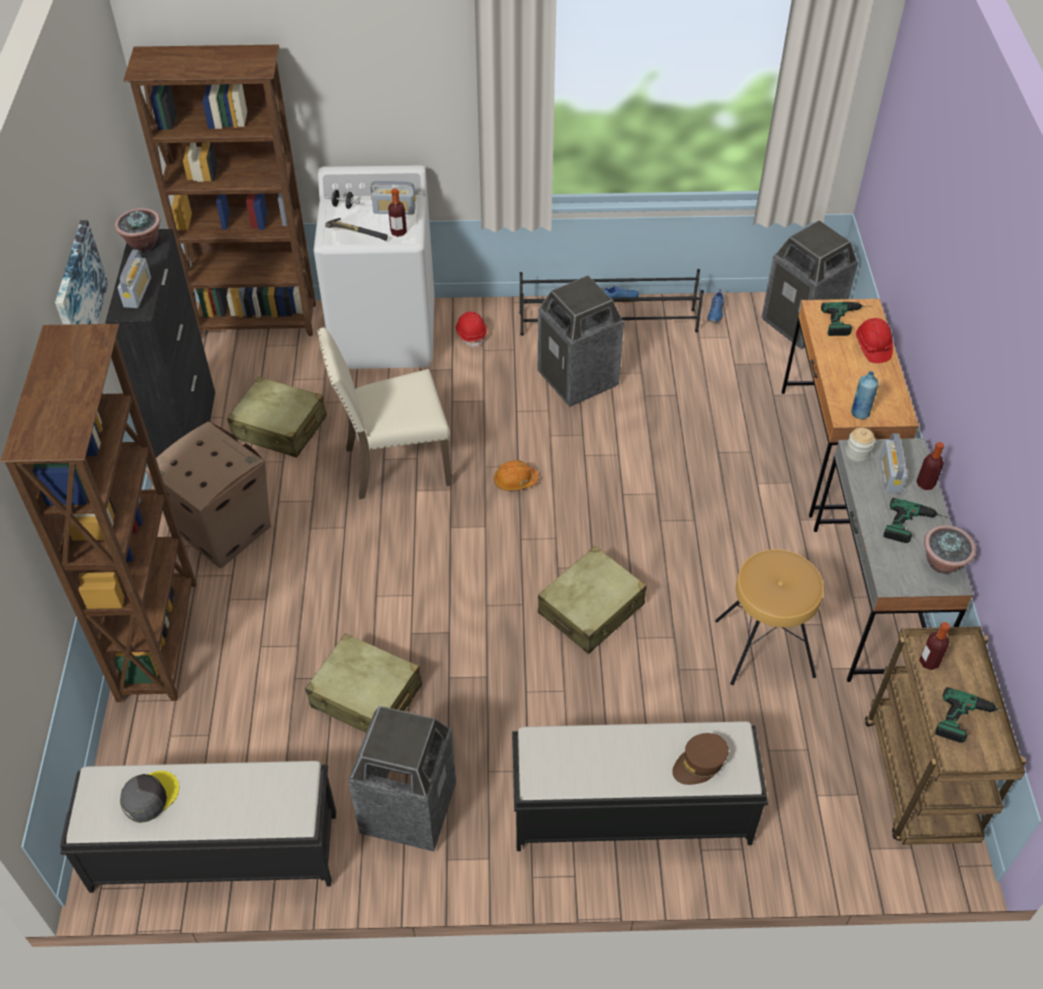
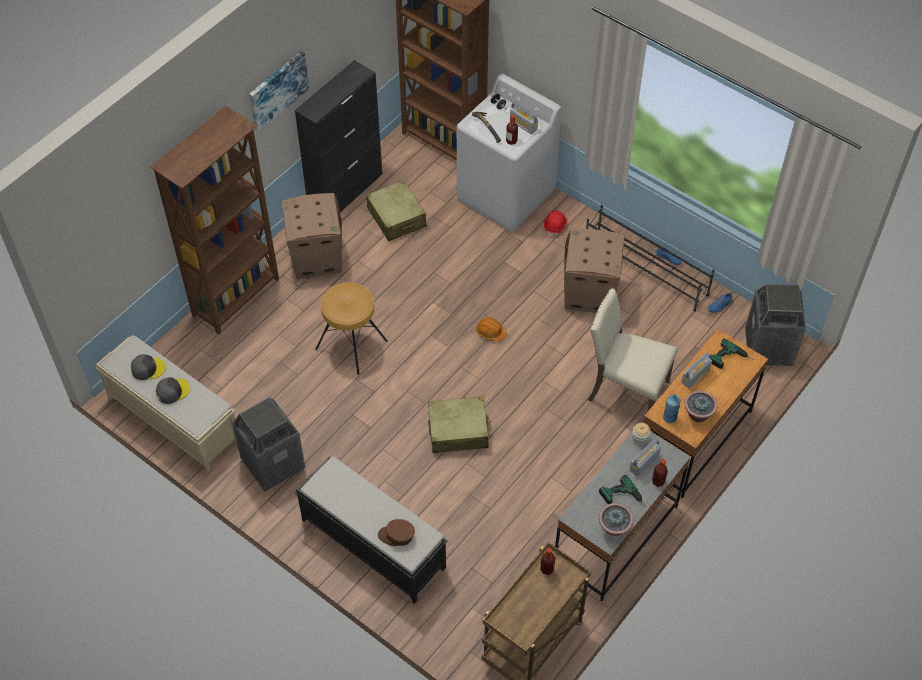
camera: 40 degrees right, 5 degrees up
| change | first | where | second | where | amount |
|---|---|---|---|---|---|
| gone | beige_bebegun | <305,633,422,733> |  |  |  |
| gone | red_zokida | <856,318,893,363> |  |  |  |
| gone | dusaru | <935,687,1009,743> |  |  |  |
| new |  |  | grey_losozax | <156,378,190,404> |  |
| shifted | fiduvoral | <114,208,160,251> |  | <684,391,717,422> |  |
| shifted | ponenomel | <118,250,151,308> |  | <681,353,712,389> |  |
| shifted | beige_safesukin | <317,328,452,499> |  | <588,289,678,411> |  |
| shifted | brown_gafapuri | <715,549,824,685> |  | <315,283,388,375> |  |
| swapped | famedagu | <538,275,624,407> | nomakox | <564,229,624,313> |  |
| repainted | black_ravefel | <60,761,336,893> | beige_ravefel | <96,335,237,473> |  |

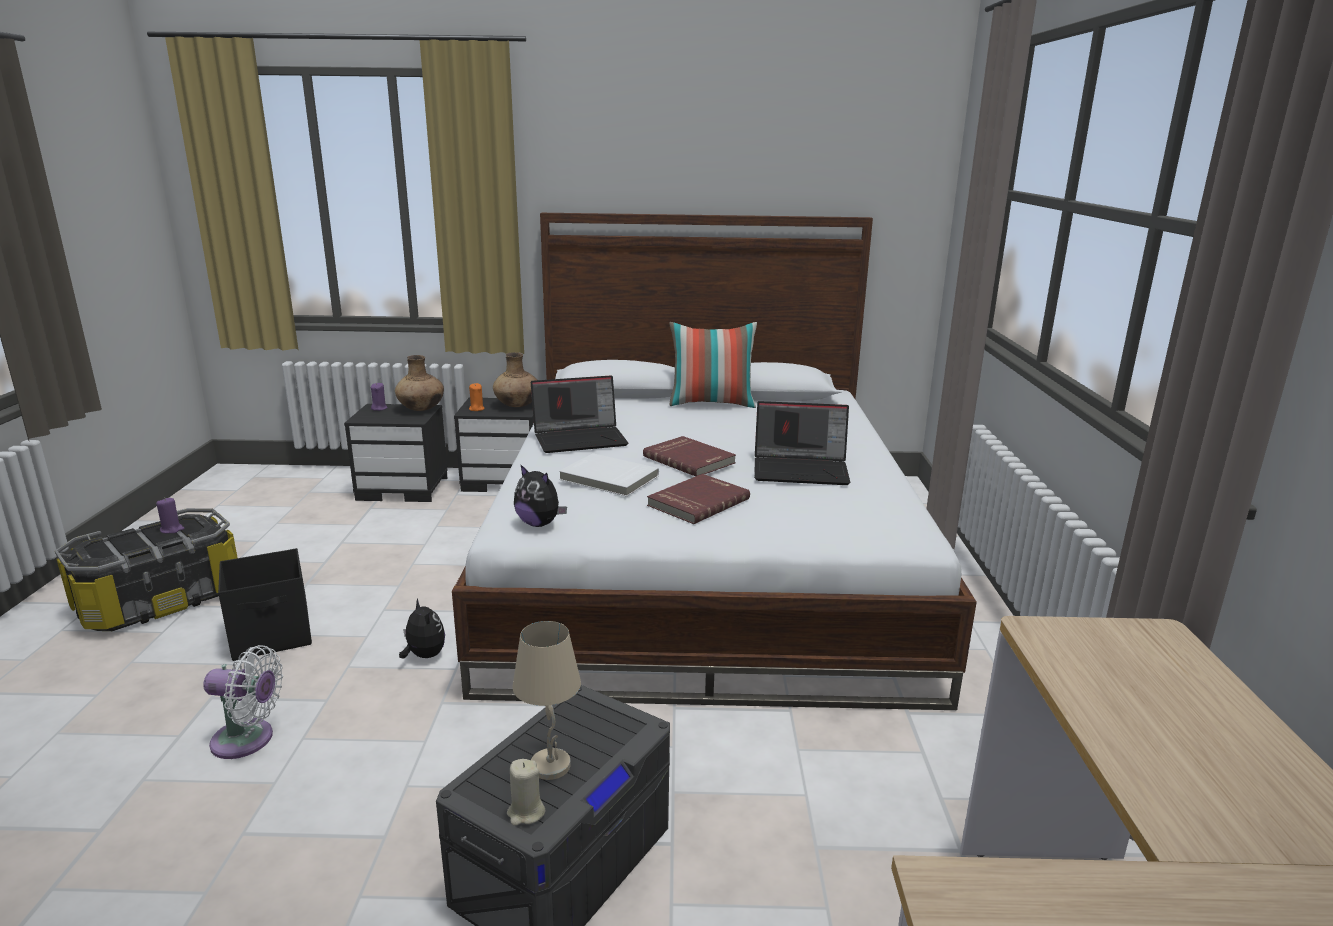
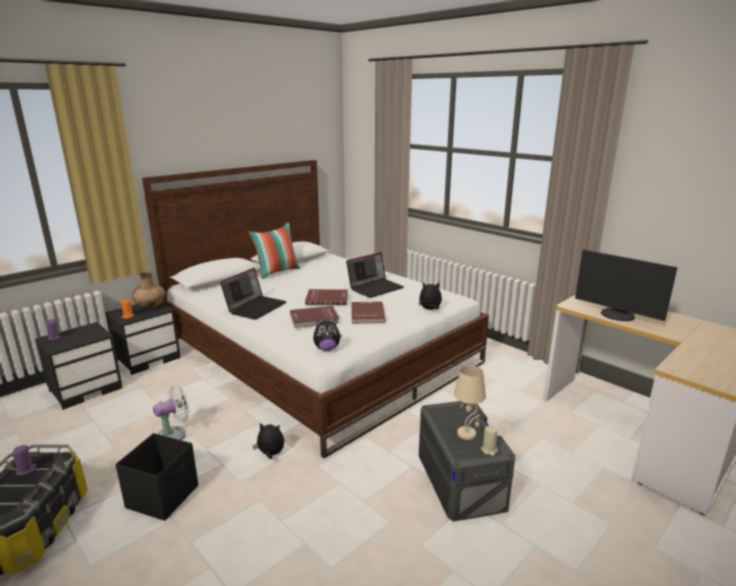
camera: 45 degrees left, 0 degrees up
| change | first | where | second | where | amount |
|---|---|---|---|---|---|
| gone | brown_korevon | <395,355,444,411> |  |  |  |
| new |  |  | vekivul | <419,282,442,310> |  |
| new |  |  | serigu | <575,249,678,321> |  |
| shifted | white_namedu | <203,645,283,759> |  | <153,385,190,441> |  |
| repainted | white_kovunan | <559,453,659,497> | red_kovunan | <290,306,339,328> |  |

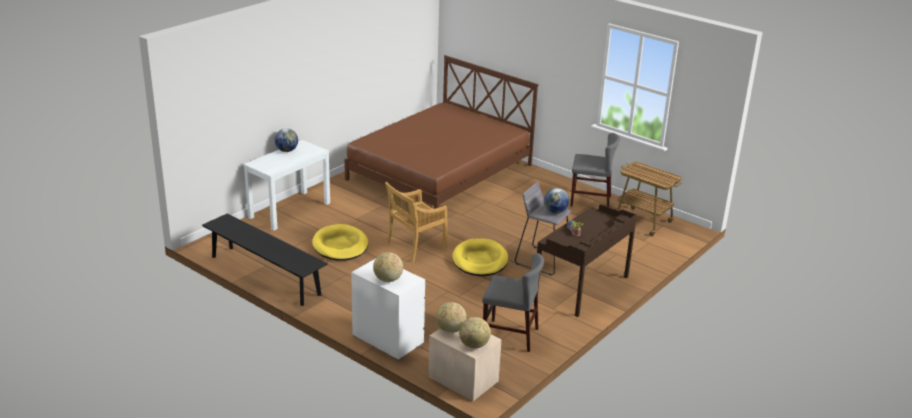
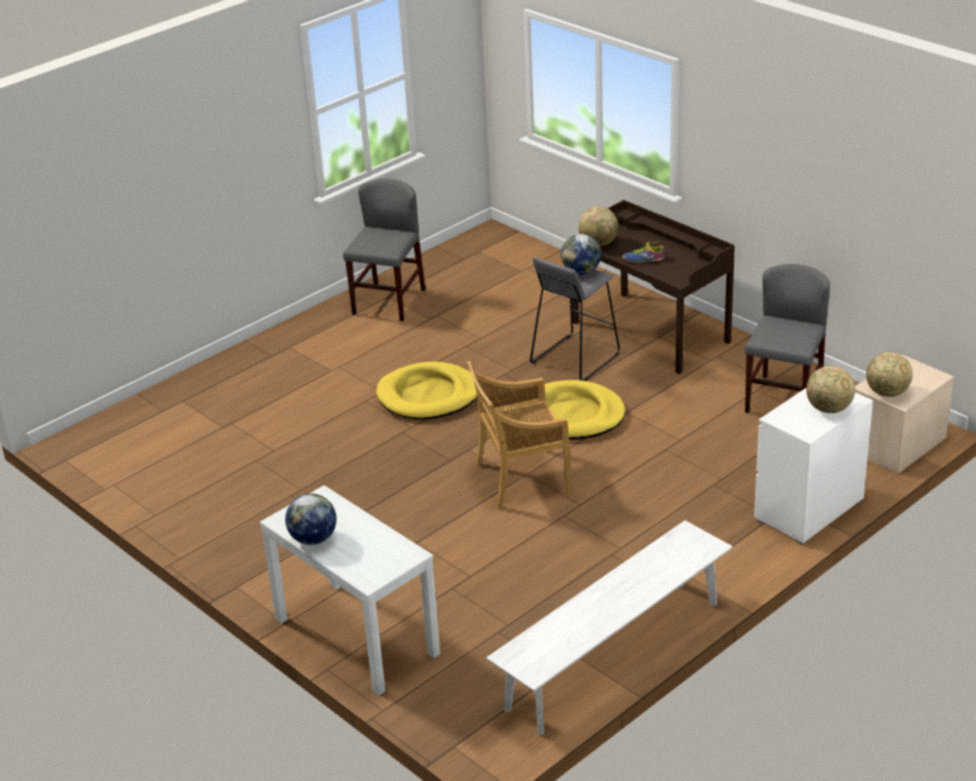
camera: 80 degrees left, 5 degrees up
| change | first | where | second | where | amount |
|---|---|---|---|---|---|
| gone | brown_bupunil | <344,55,539,209> |  |  |  |
| gone | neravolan | <617,162,681,236> |  |  |  |
| shifted | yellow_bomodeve | <312,224,368,261> |  | <376,362,477,420> |  |
| shifted | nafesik | <459,317,491,348> |  | <578,206,618,246> |  |
| repainted | black_ravefel | <202,213,328,306> | white_ravefel | <486,520,733,735> |  |
| rotated | beige_safesukin | <385,182,448,262> |  | <467,361,572,509> | 105 degrees clockwise |

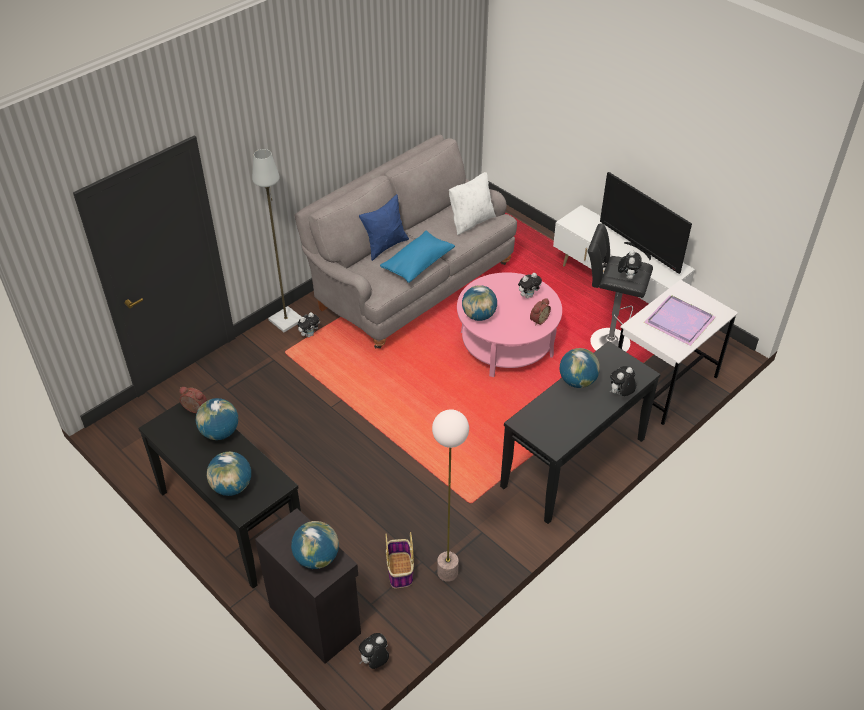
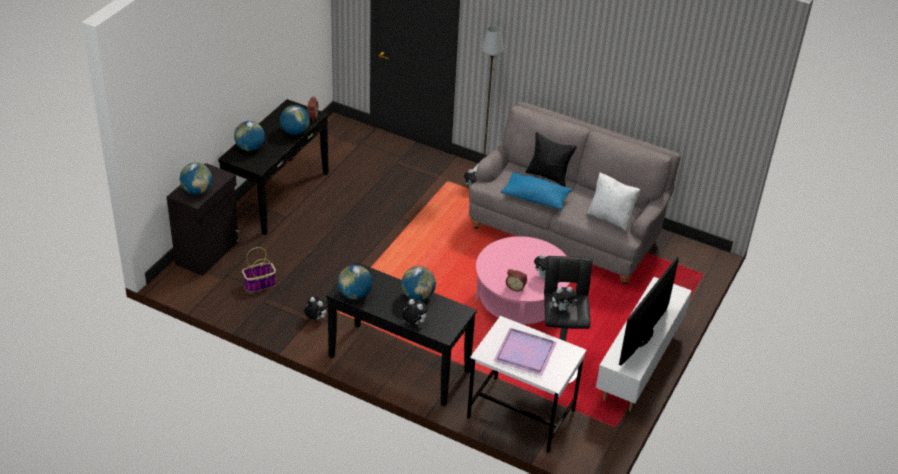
camera: 70 degrees right, 5 degrees down
| change | first | where | second | where | amount |
|---|---|---|---|---|---|
| gone | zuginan | <432,409,469,582> |  |  |  |
| shifted | vekivul | <359,633,389,669> |  | <304,297,327,320> |  |
| shifted | nafesik | <462,285,497,321> |  | <338,265,372,300> |  |
| repainted | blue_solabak | <359,194,409,261> | black_solabak | <525,132,577,187> |  |

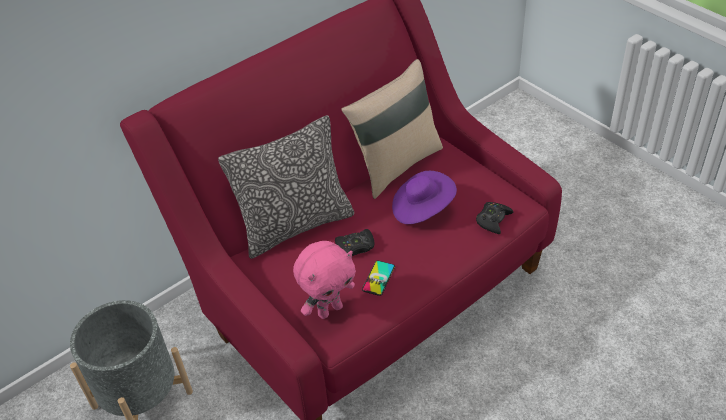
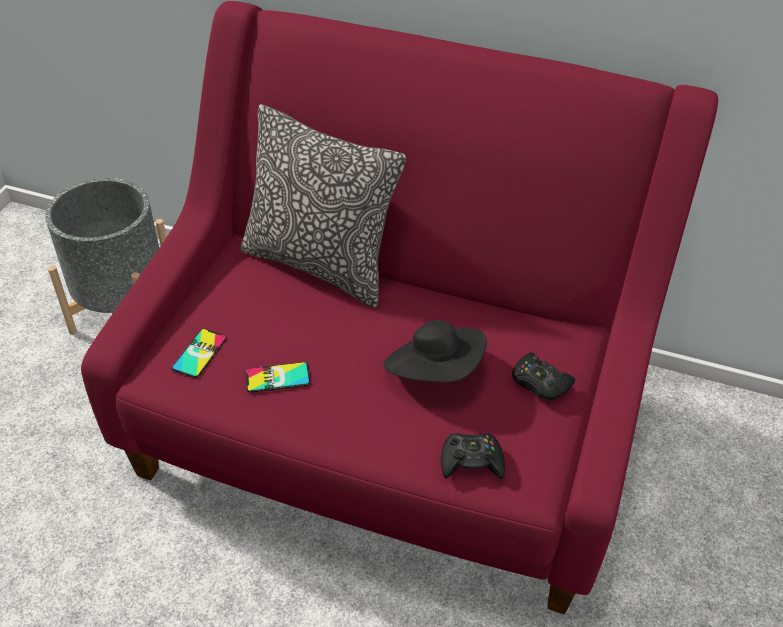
camera: 55 degrees right, 0 degrees up
| change | first | where | second | where | amount |
|---|---|---|---|---|---|
| gone | beige_solabak | <341,59,443,199> |  |  |  |
| shifted | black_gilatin | <335,229,374,256> |  | <512,352,575,400> |  |
| swapped | pink_vekivul | <293,241,356,319> | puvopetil | <171,329,227,378> |  |
| repainted | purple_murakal | <392,171,457,224> | black_murakal | <383,320,487,383> |  |

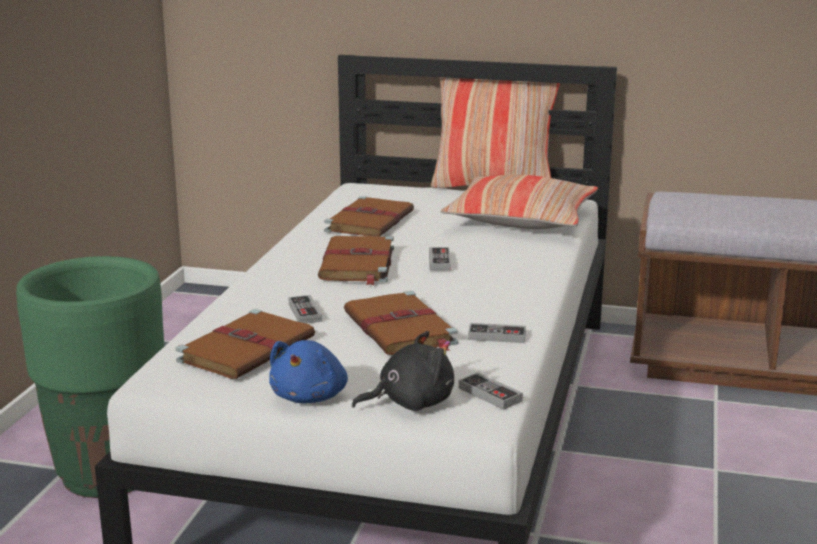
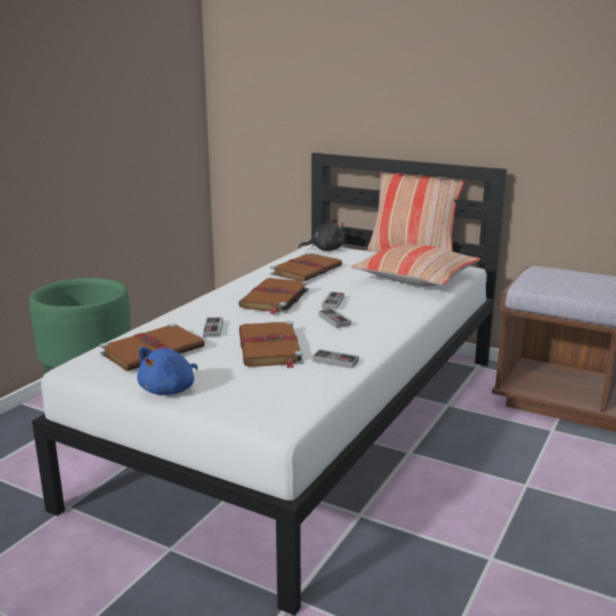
camera: 15 degrees right, 0 degrees up
| change | first | where | second | where | amount |
|---|---|---|---|---|---|
| shifted | black_vekivul | <352,331,454,411> |  | <298,219,345,251> |  |
| shifted | gilatin | <459,372,523,410> |  | <319,308,351,328> |  |

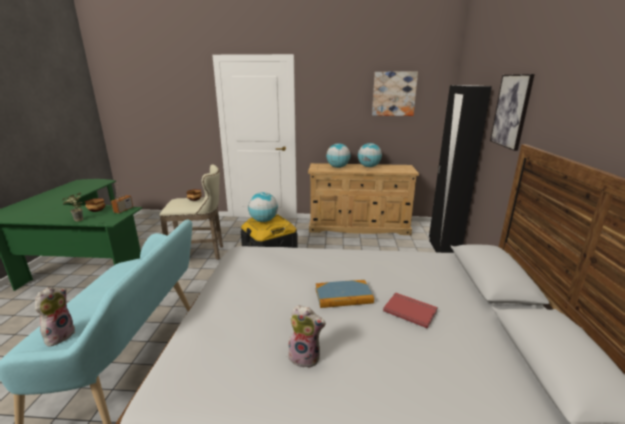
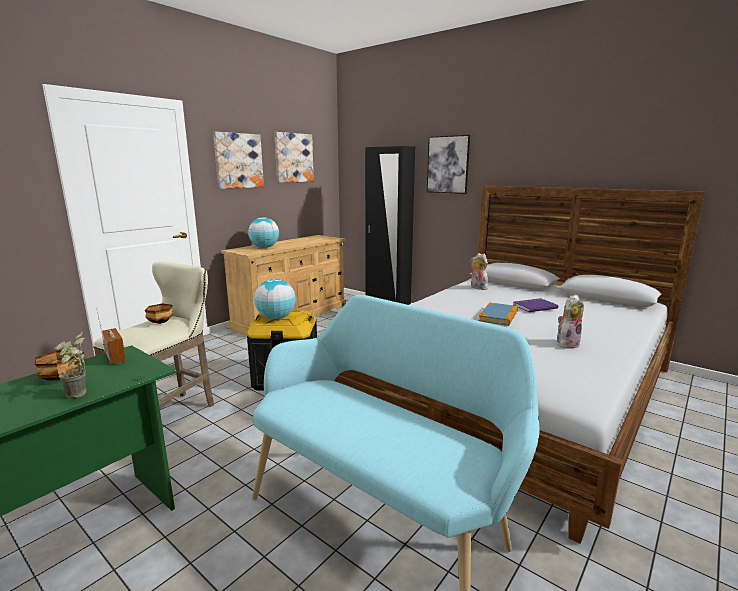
camera: 55 degrees left, 5 degrees down
| change | first | where | second | where | amount |
|---|---|---|---|---|---|
| gone | nafesik | <358,143,382,167> |  |  |  |
| new |  |  | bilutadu | <213,132,264,189> |  |
| shifted | vekivul | <35,287,75,347> |  | <470,253,488,290> |  |
| repainted | red_kovunan | <383,293,438,328> | purple_kovunan | <513,298,558,312> |  |

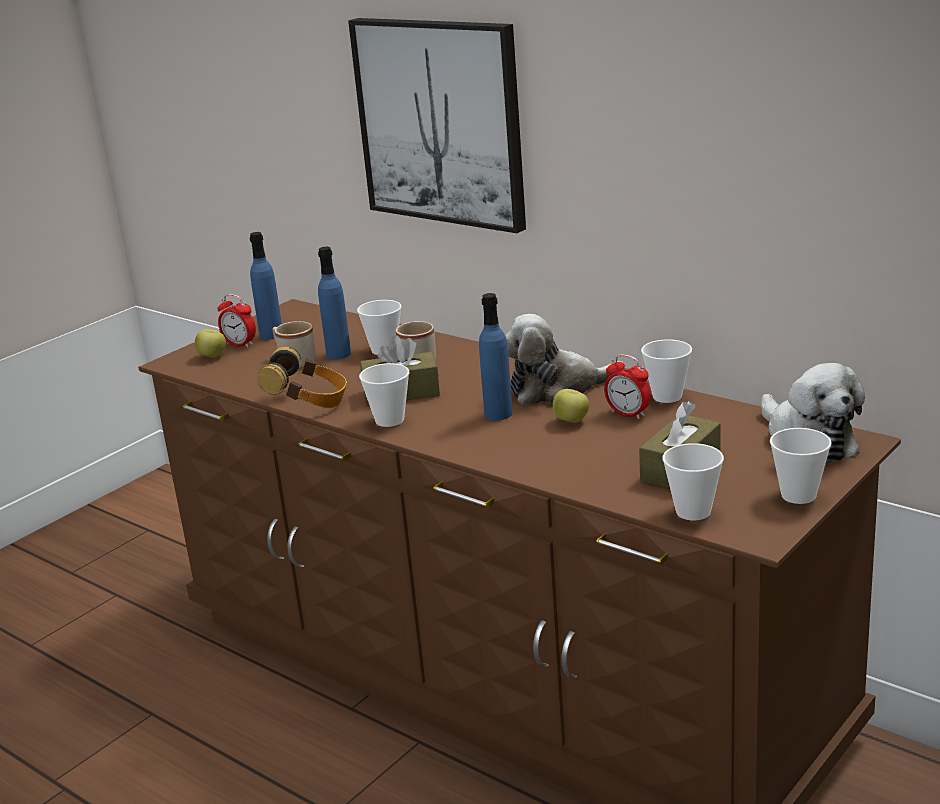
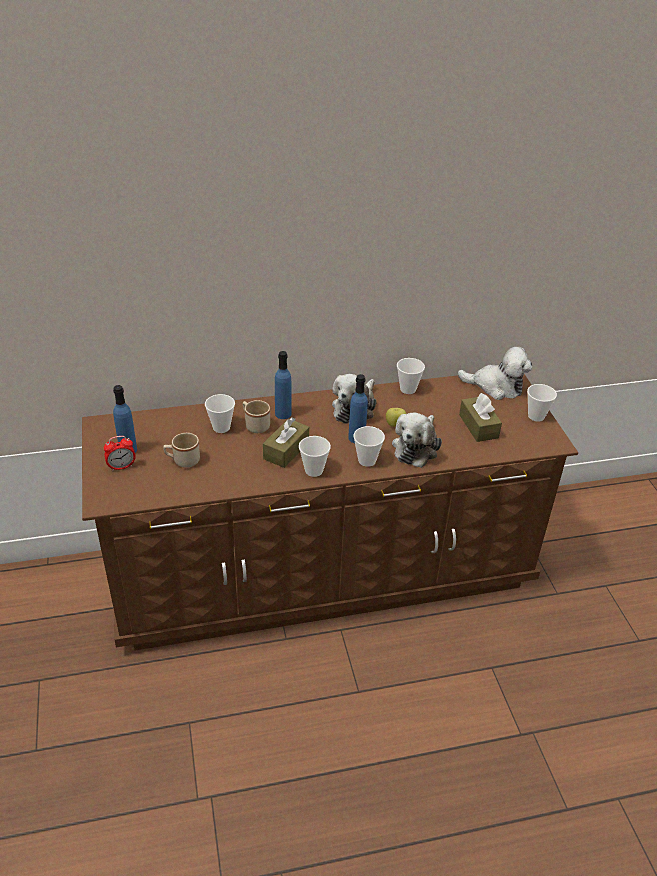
camera: 55 degrees left, 15 degrees up
| change | first | where | second | where | amount |
|---|---|---|---|---|---|
| gone | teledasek | <195,329,226,358> |  |  |  |
| gone | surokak | <257,347,347,408> |  |  |  |
| gone | bilutadu | <348,18,526,233> |  |  |  |
| gone | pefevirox | <604,354,651,419> |  |  |  |
| new |  |  | vekivul | <392,413,442,468> |  |
| shifted | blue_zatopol | <318,247,351,359> |  | <275,351,292,419> |  |
| shifted | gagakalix | <662,443,724,520> |  | <353,426,385,467> |  |

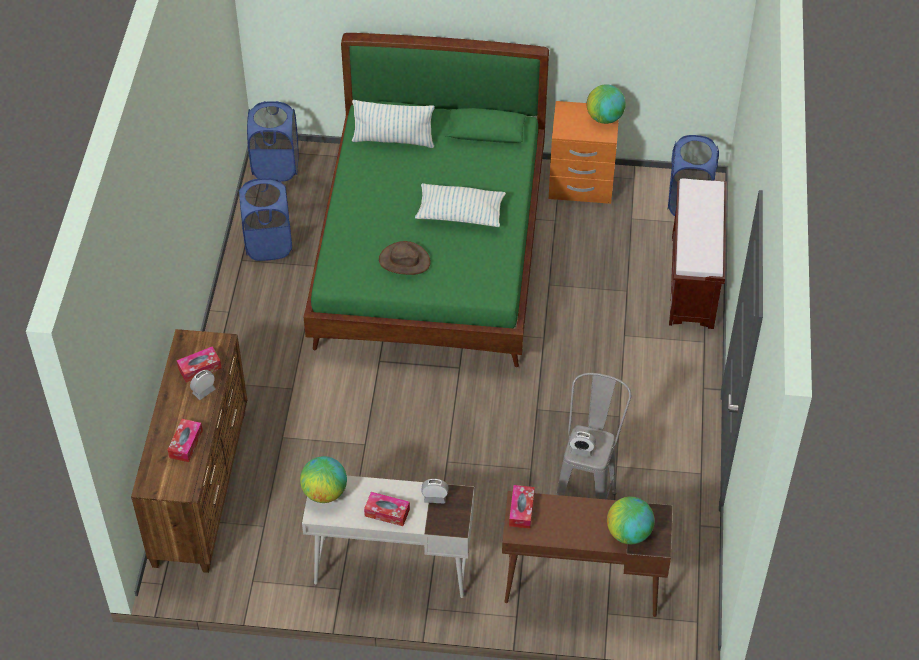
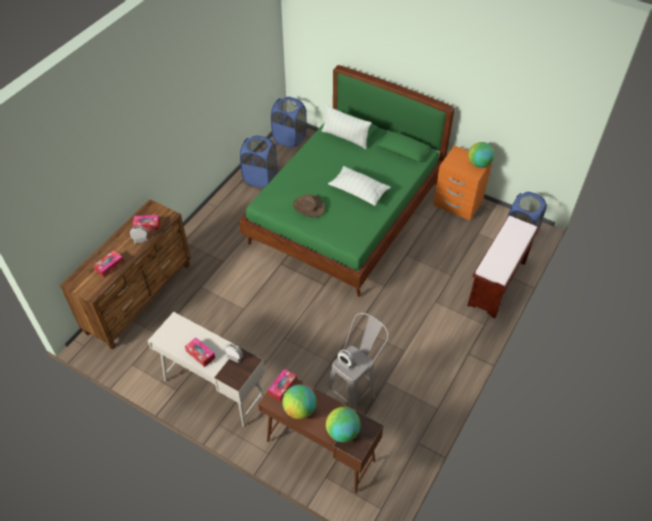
camera: 25 degrees right, 0 degrees up
| change | first | where | second | where | amount |
|---|---|---|---|---|---|
| shifted | nafesik | <300,456,347,503> |  | <282,385,317,419> |  |

